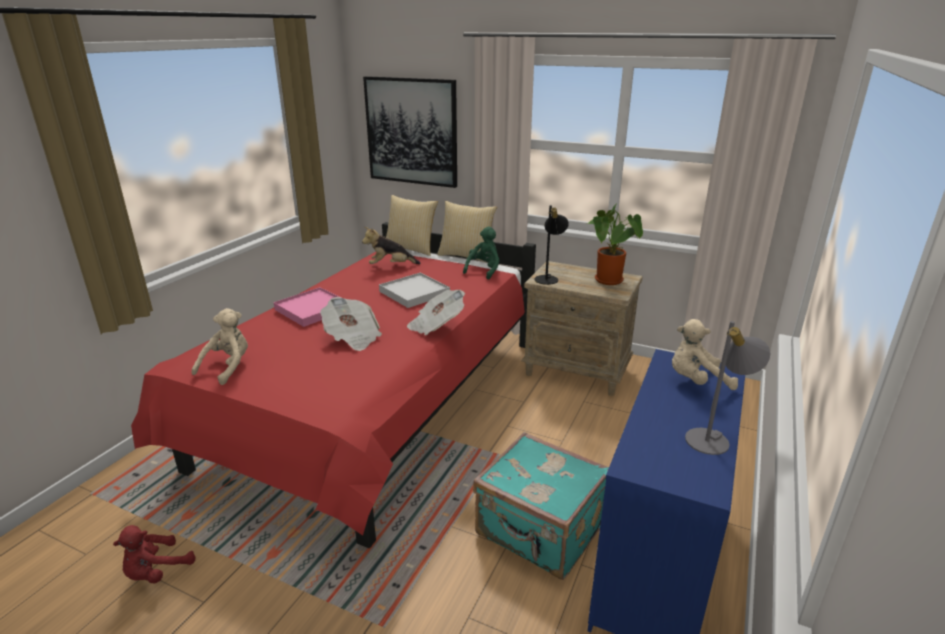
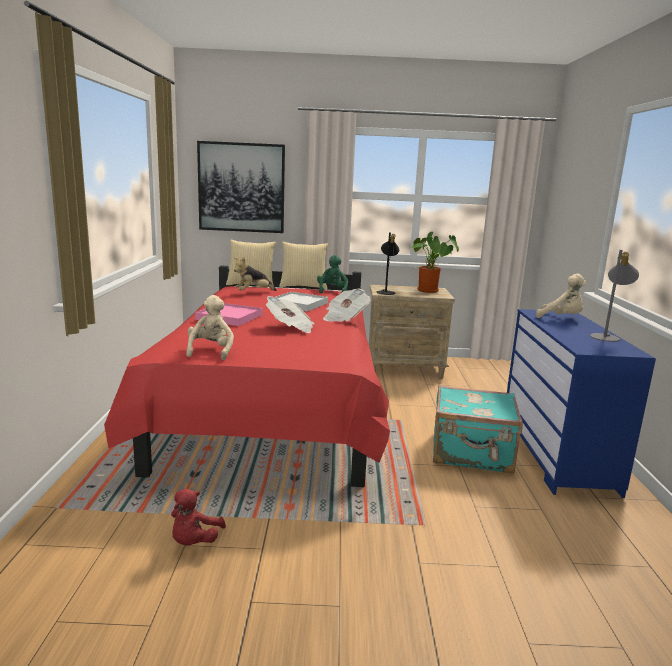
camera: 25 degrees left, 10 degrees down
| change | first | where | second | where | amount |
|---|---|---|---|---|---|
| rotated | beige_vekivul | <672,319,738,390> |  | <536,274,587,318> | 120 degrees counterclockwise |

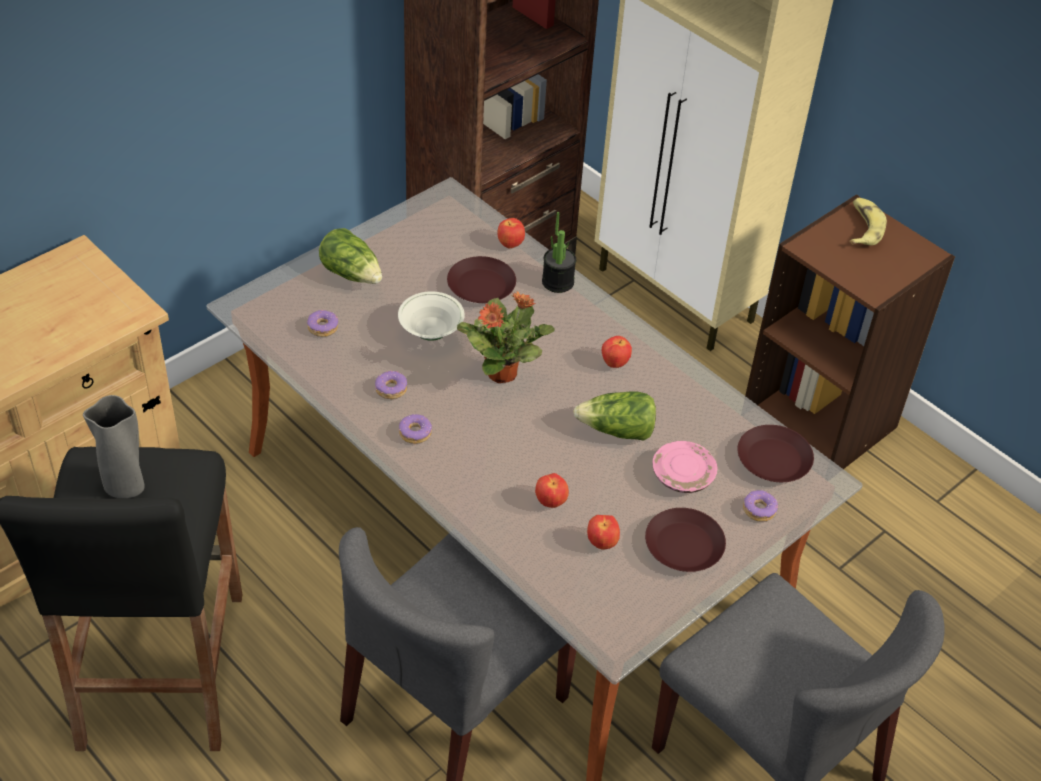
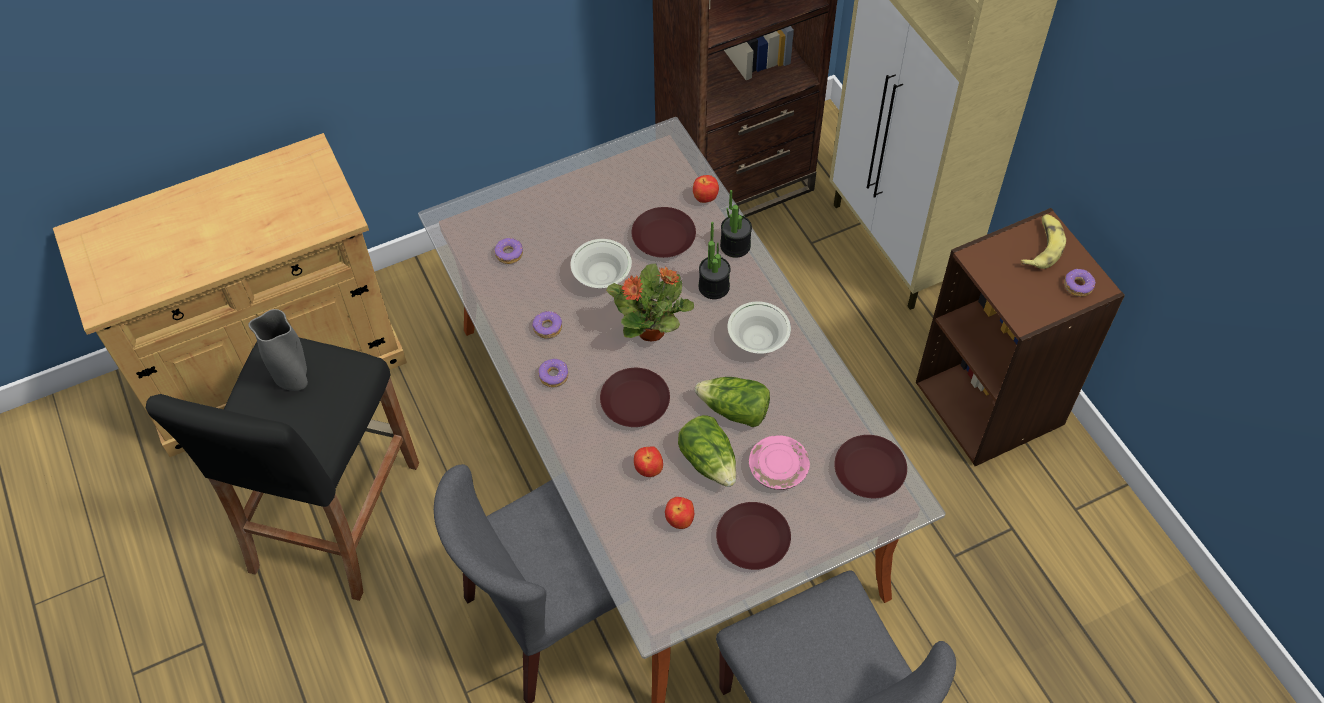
camera: 20 degrees right, 10 degrees up
| change | first | where | second | where | amount |
|---|---|---|---|---|---|
| new |  |  | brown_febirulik | <600,368,670,427> |  |
| new |  |  | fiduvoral | <699,222,731,299> |  |
| shifted | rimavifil | <319,228,382,284> |  | <678,415,736,487> |  |
| shifted | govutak | <743,490,778,522> |  | <1064,269,1095,297> |  |
| swapped | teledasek | <602,336,632,368> | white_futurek | <728,301,791,354> |  |

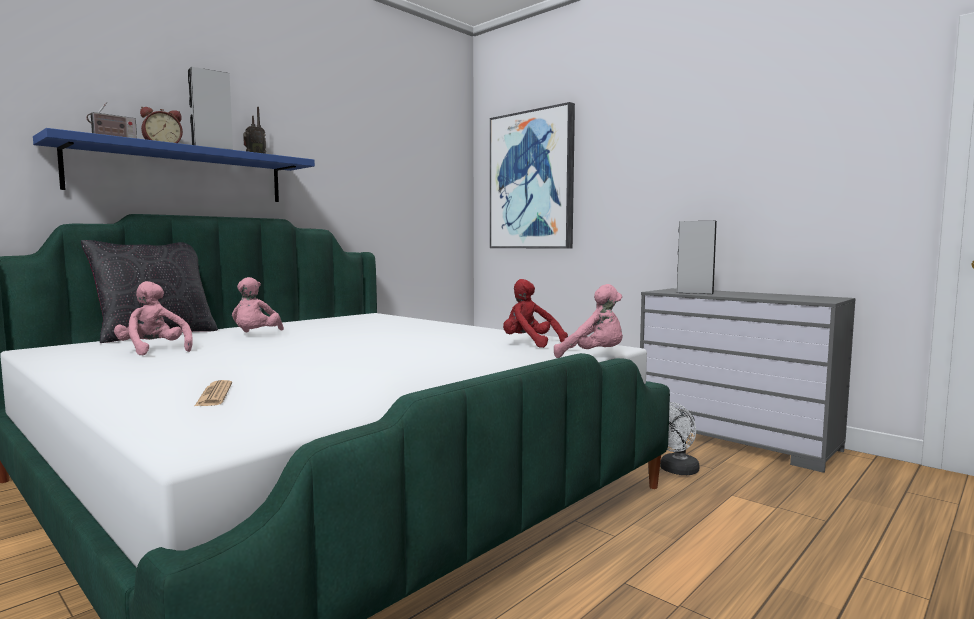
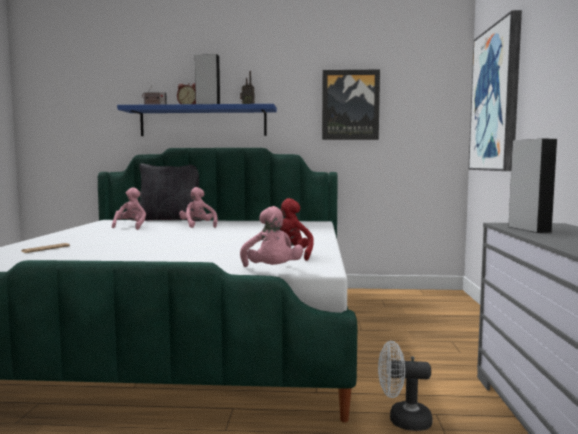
camera: 50 degrees right, 0 degrees up
| change | first | where | second | where | amount |
|---|---|---|---|---|---|
| new |  |  | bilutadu | <322,69,380,140> |  |
| rotated | pink_vekivul | <232,277,284,332> |  | <179,187,218,228> | 105 degrees clockwise |

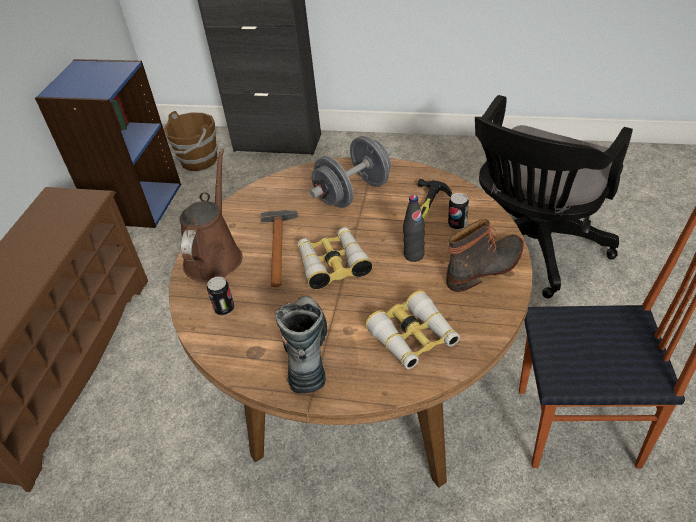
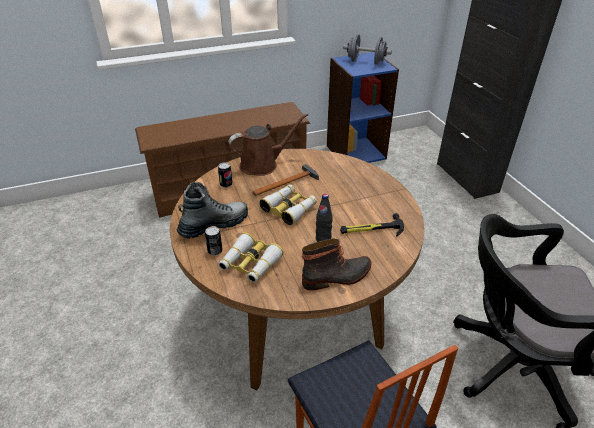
camera: 55 degrees right, 5 degrees down
| change | first | where | second | where | amount |
|---|---|---|---|---|---|
| gone | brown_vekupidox | <164,111,218,171> |  |  |  |
| shifted | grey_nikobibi | <310,136,391,208> |  | <343,34,392,65> |  |
| shifted | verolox | <448,193,469,230> |  | <205,226,223,255> |  |
| rotated | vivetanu | <446,219,524,292> |  | <302,238,372,290> | 45 degrees counterclockwise |

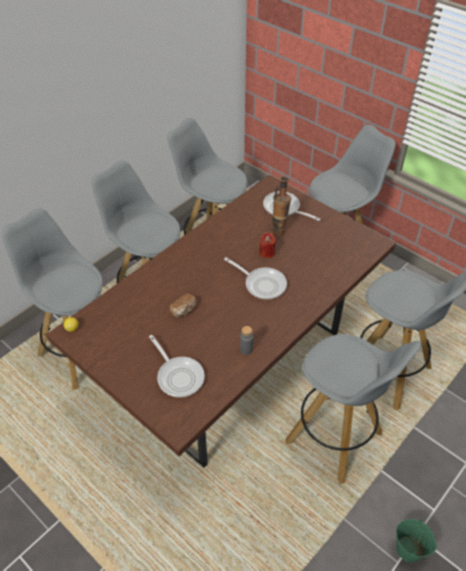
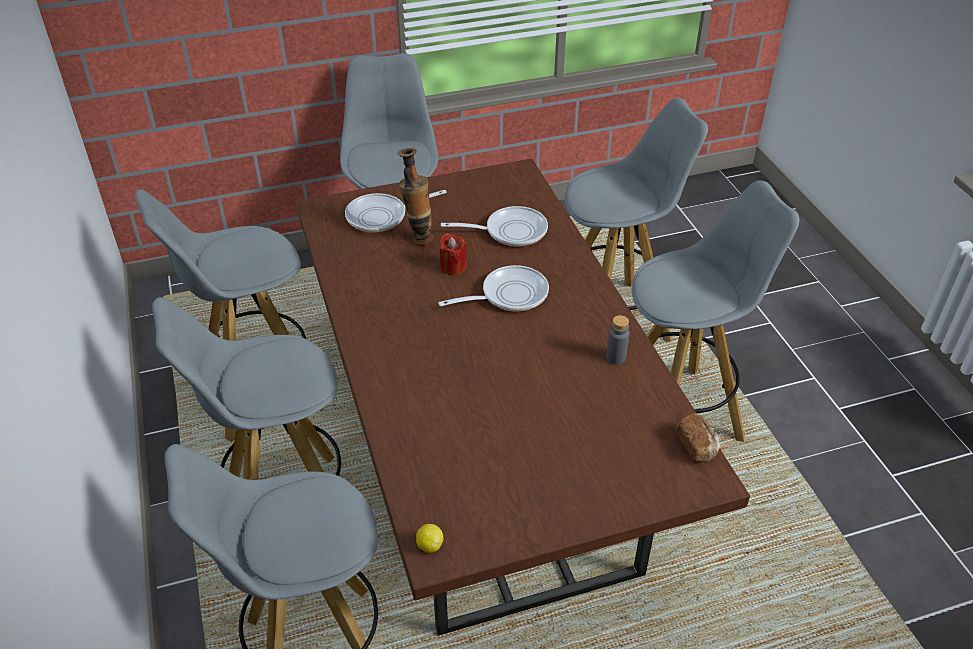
camera: 60 degrees left, 5 degrees down
| change | first | where | second | where | amount |
|---|---|---|---|---|---|
| gone | green_vekupidox | <396,519,437,563> |  |  |  |
| shifted | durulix | <149,335,205,398> |  | <441,206,548,246> |  |
| shifted | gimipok | <170,294,197,318> |  | <677,413,720,462> |  |

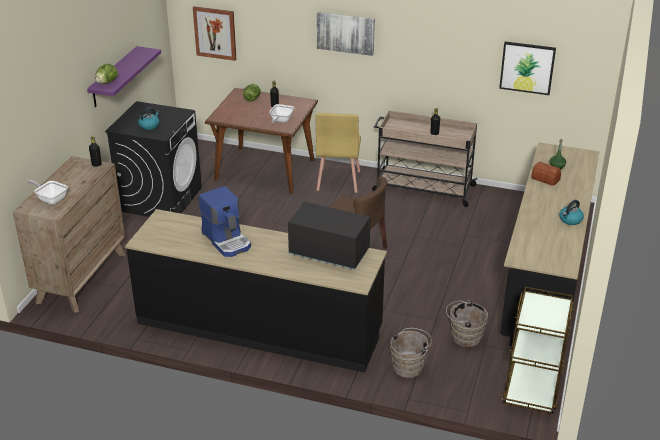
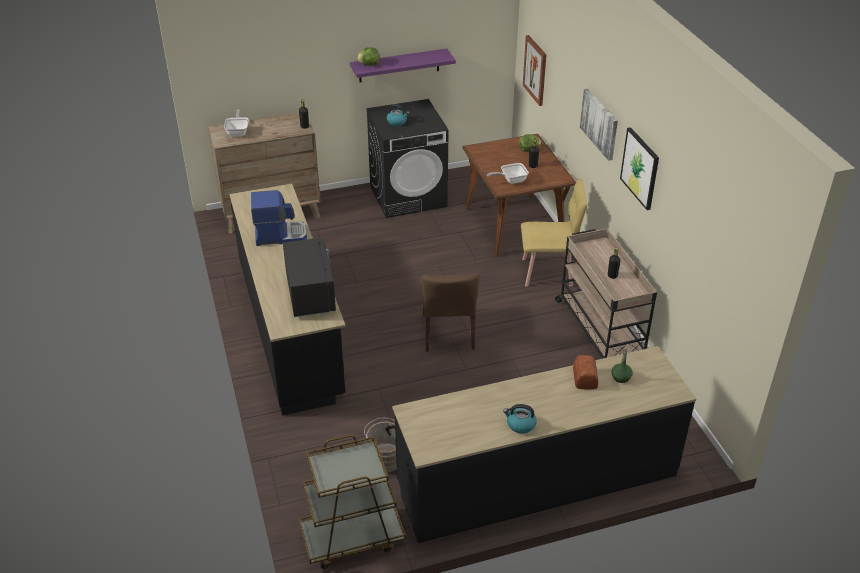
camera: 55 degrees right, 5 degrees up
| change | first | where | second | where | amount |
|---|---|---|---|---|---|
| gone | brown_vekupidox | <390,328,432,378> |  |  |  |
| shifted | bilutadu | <499,41,556,95> |  | <620,127,659,210> |  |
| rotated | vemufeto | <199,186,251,257> |  | <251,190,307,246> | 120 degrees counterclockwise |
| rotated | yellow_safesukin | <315,113,361,193> |  | <521,179,587,287> | 150 degrees counterclockwise |

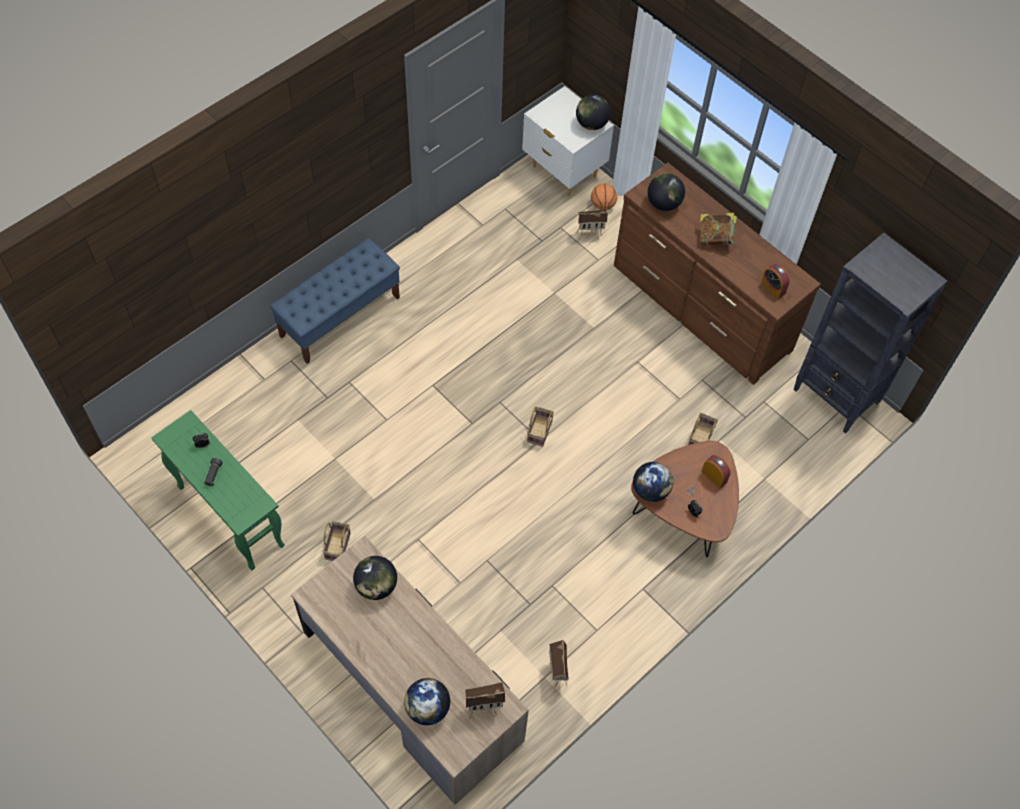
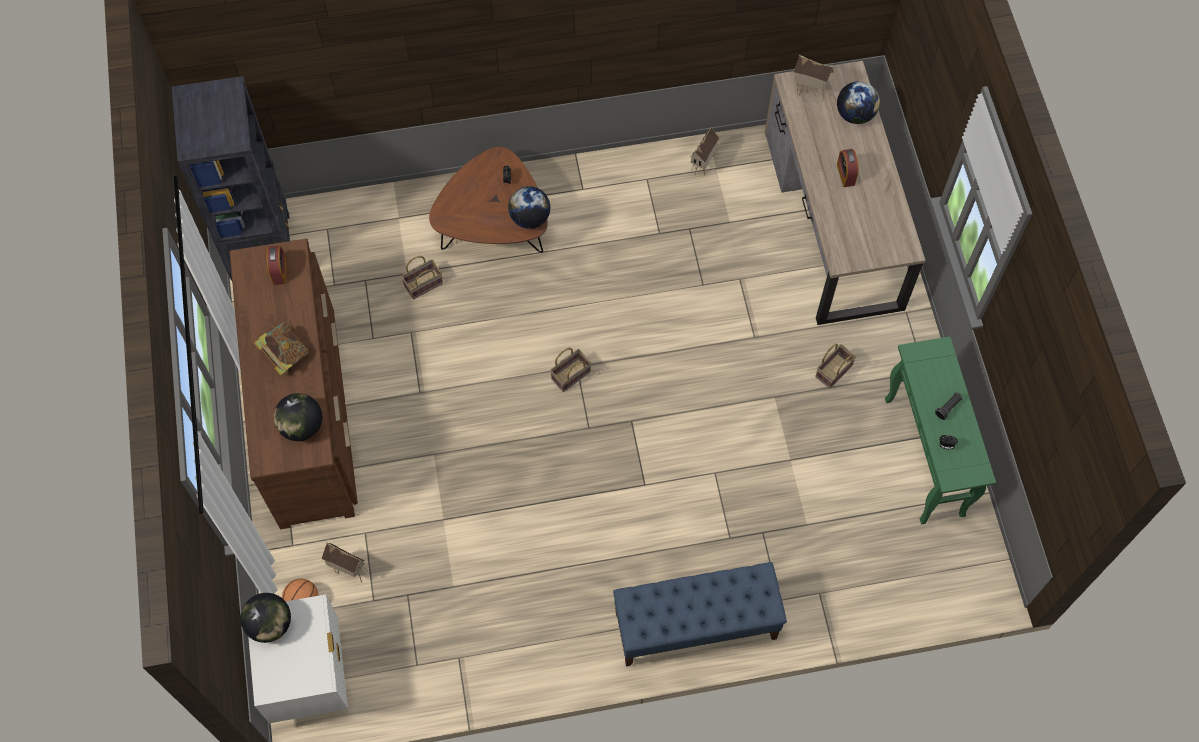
camera: 145 degrees left, 5 degrees up
| change | first | where | second | where | amount |
|---|---|---|---|---|---|
| gone | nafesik | <353,556,397,600> |  |  |  |
| shifted | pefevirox | <701,455,731,489> |  | <837,149,859,187> |  |

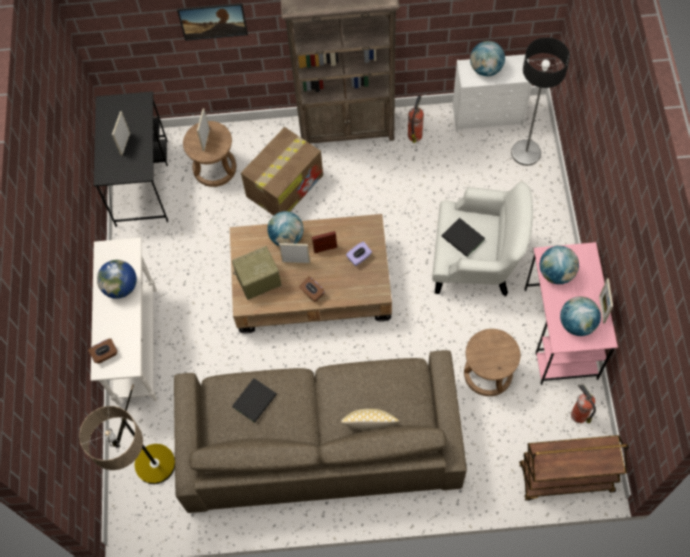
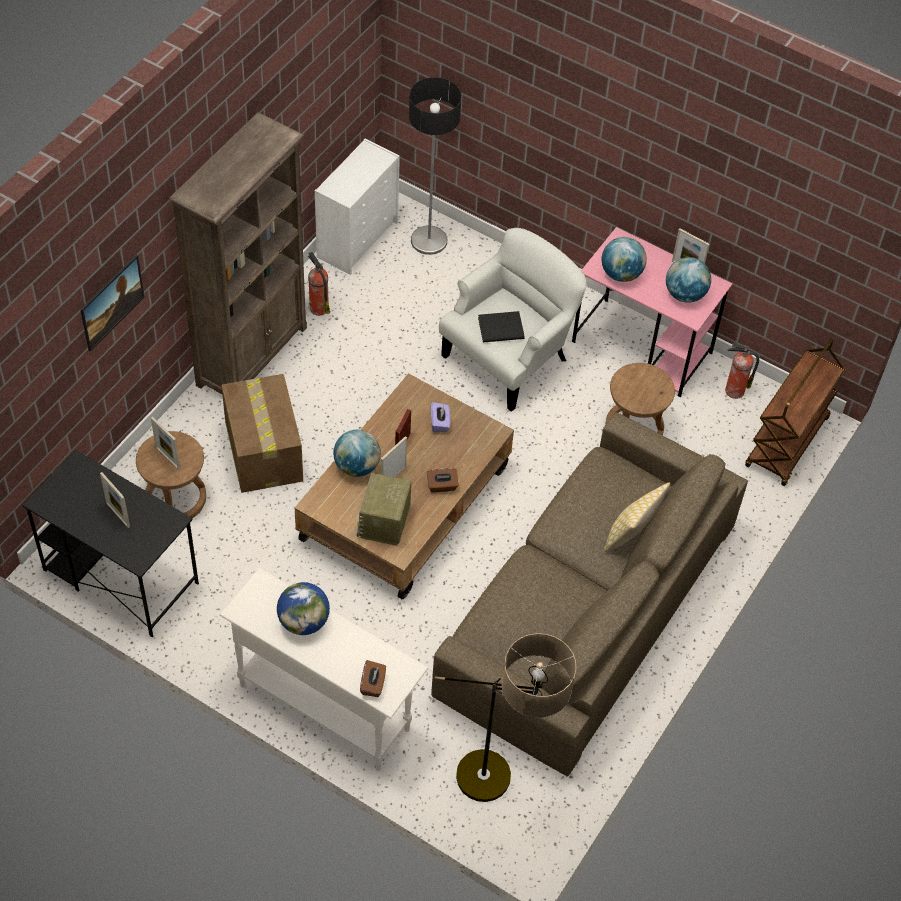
camera: 60 degrees left, 10 degrees down
| change | first | where | second | where | amount |
|---|---|---|---|---|---|
| gone | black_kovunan | <232,378,277,423> |  |  |  |
| gone | nafesik | <470,41,505,76> |  |  |  |

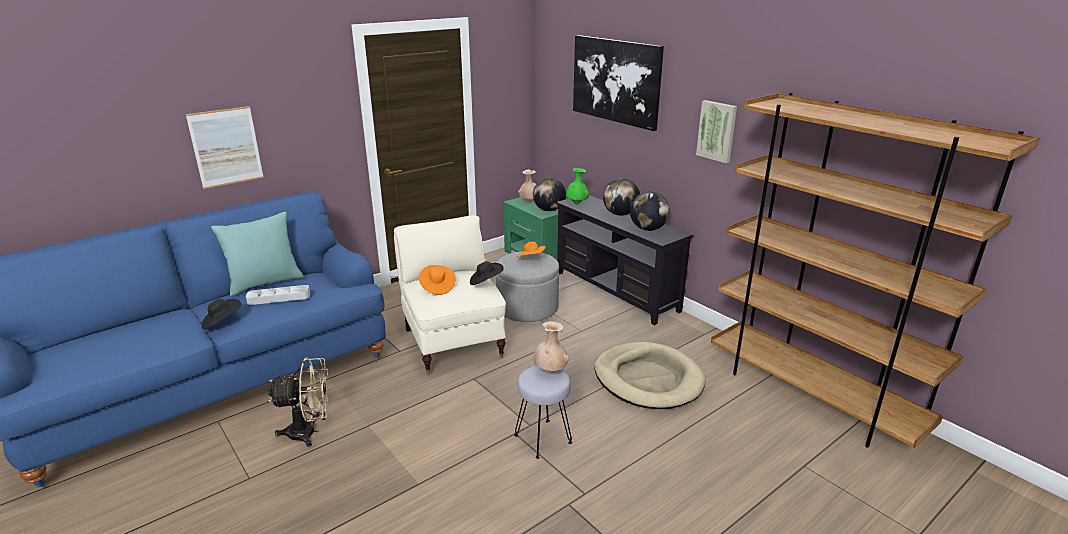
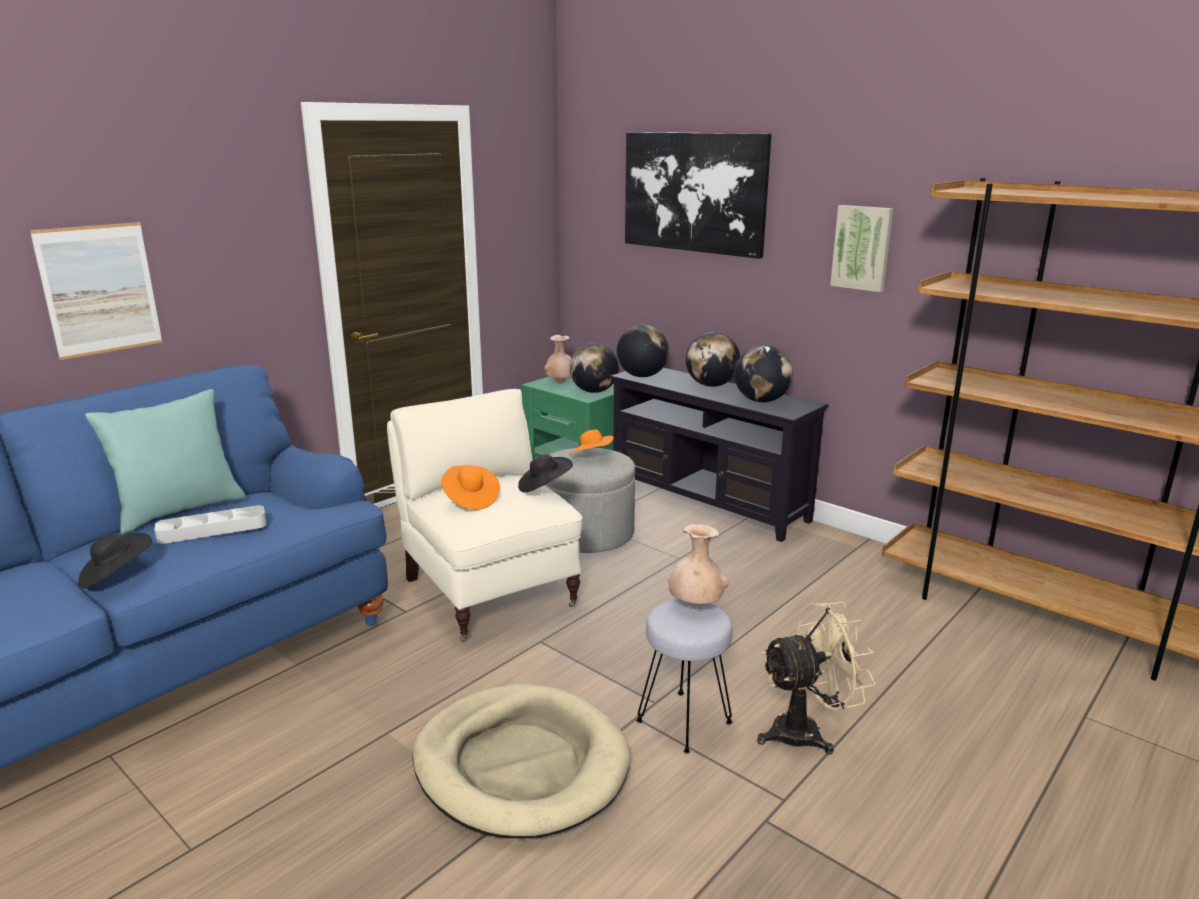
camera: 10 degrees left, 5 degrees down
| change | first | where | second | where | amount |
|---|---|---|---|---|---|
| shifted | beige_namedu | <268,357,330,447> |  | <757,602,876,755> |  |
| shifted | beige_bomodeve | <594,342,706,409> |  | <412,684,631,838> |  |
| swapped | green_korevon | <566,168,589,205> | nafesik | <617,324,669,377> |  |

